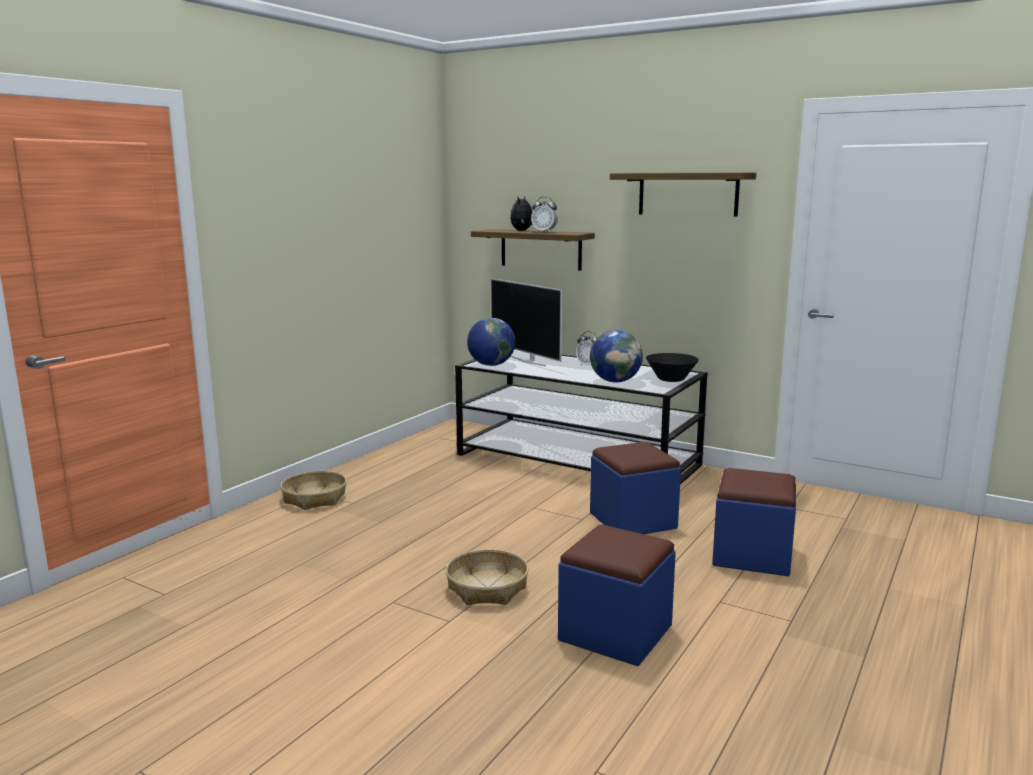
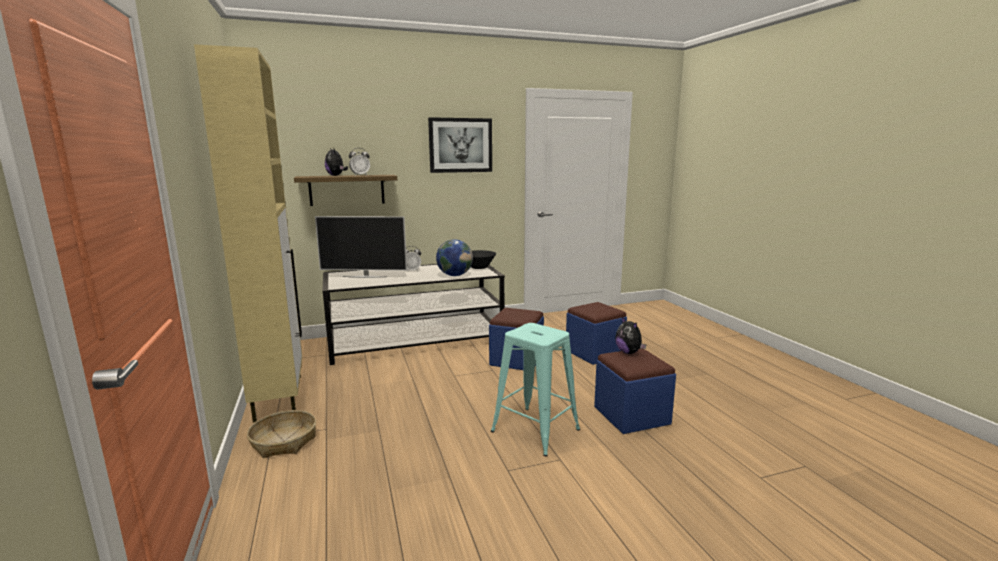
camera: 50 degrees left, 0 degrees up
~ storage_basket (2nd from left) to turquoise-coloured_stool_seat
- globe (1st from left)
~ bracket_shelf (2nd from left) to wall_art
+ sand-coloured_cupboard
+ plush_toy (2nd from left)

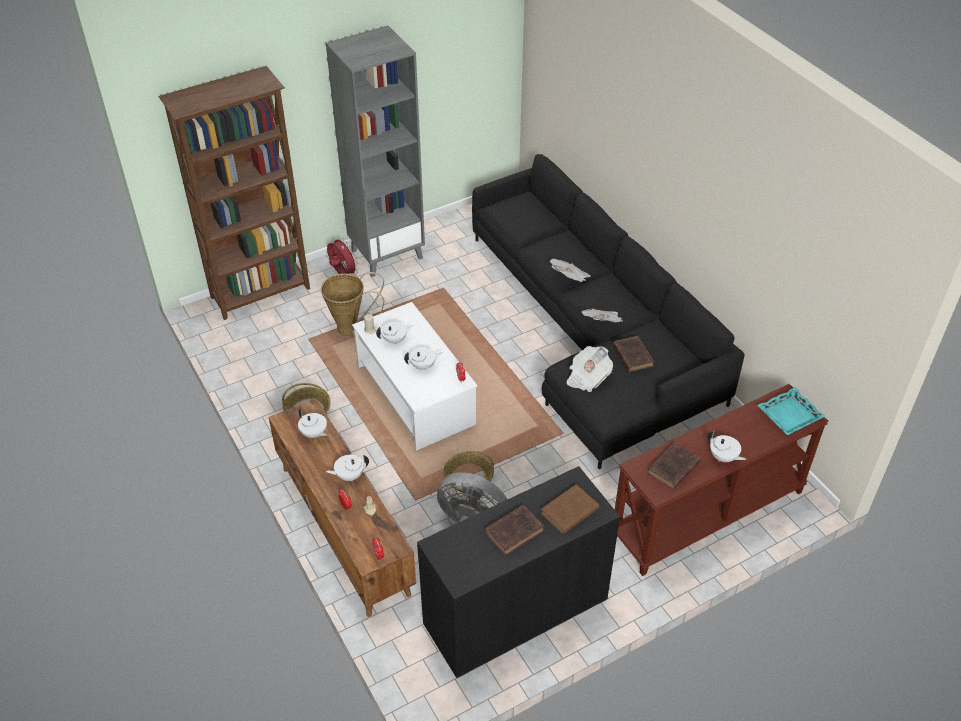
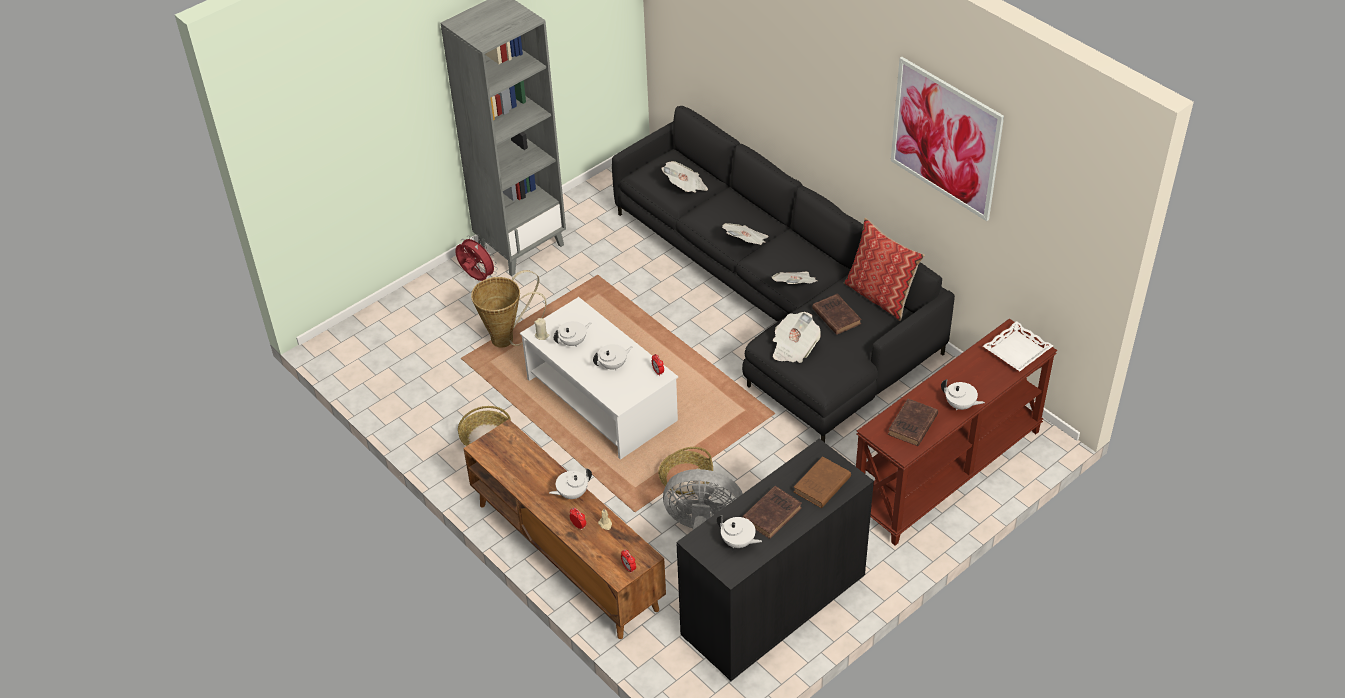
camera: 10 degrees left, 0 degrees up
- brownish_bookshelf
~ whitish_teapot (1st from left in the first image) to whitish_teapot (4th from left)
~ turquoise-coloured_tray to whitish_tray
+ newspaper (1st from left)
+ cushion
+ wall_art

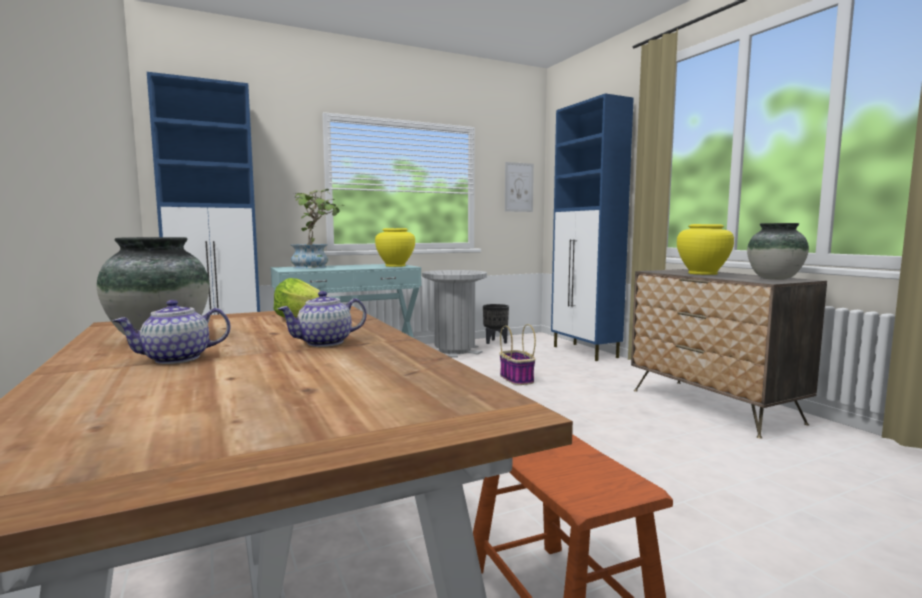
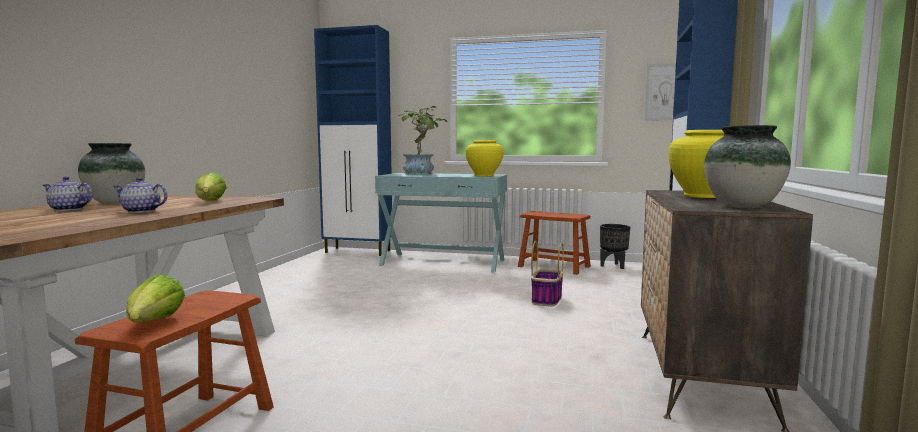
camera: 40 degrees right, 0 degrees up
~ gray_rubbish_bin to brownish_stool_seat (2nd from left)
+ lettuce_head (1st from left)

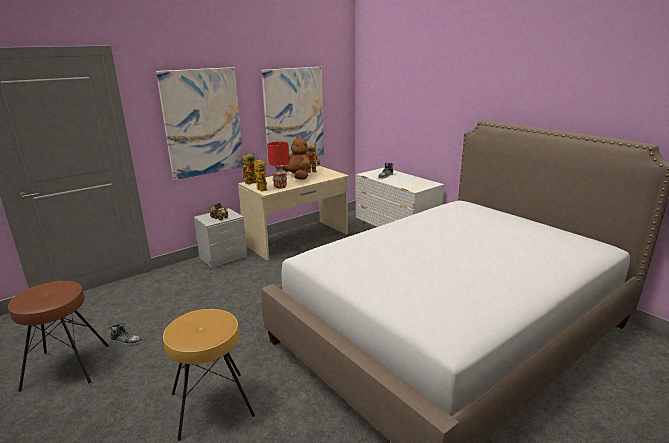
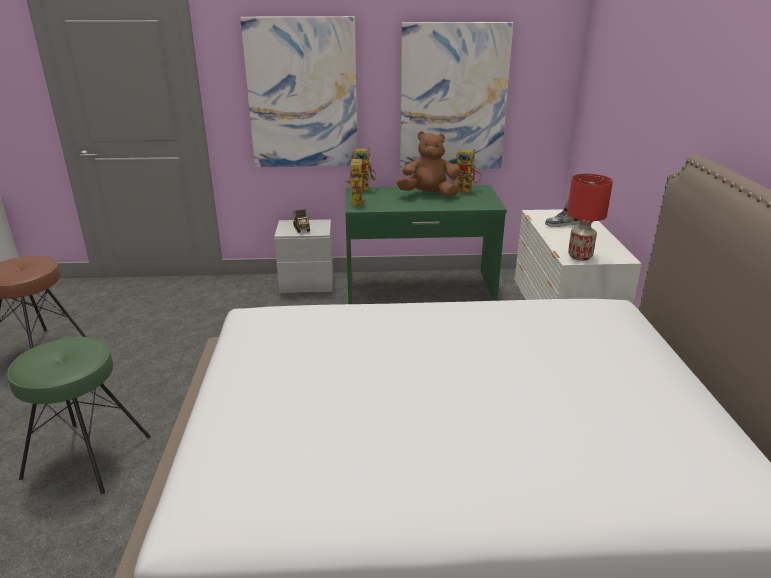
camera: 35 degrees right, 5 degrees up
- low_shoe (1st from left)
~ brownish_stool_seat (2nd from left) to greenish_stool_seat
~ sand-coloured_desk_table to greenish_desk_table
~ red-coloured_lamp_for_a_table
~ brownish_plush_toy 75 degrees counterclockwise

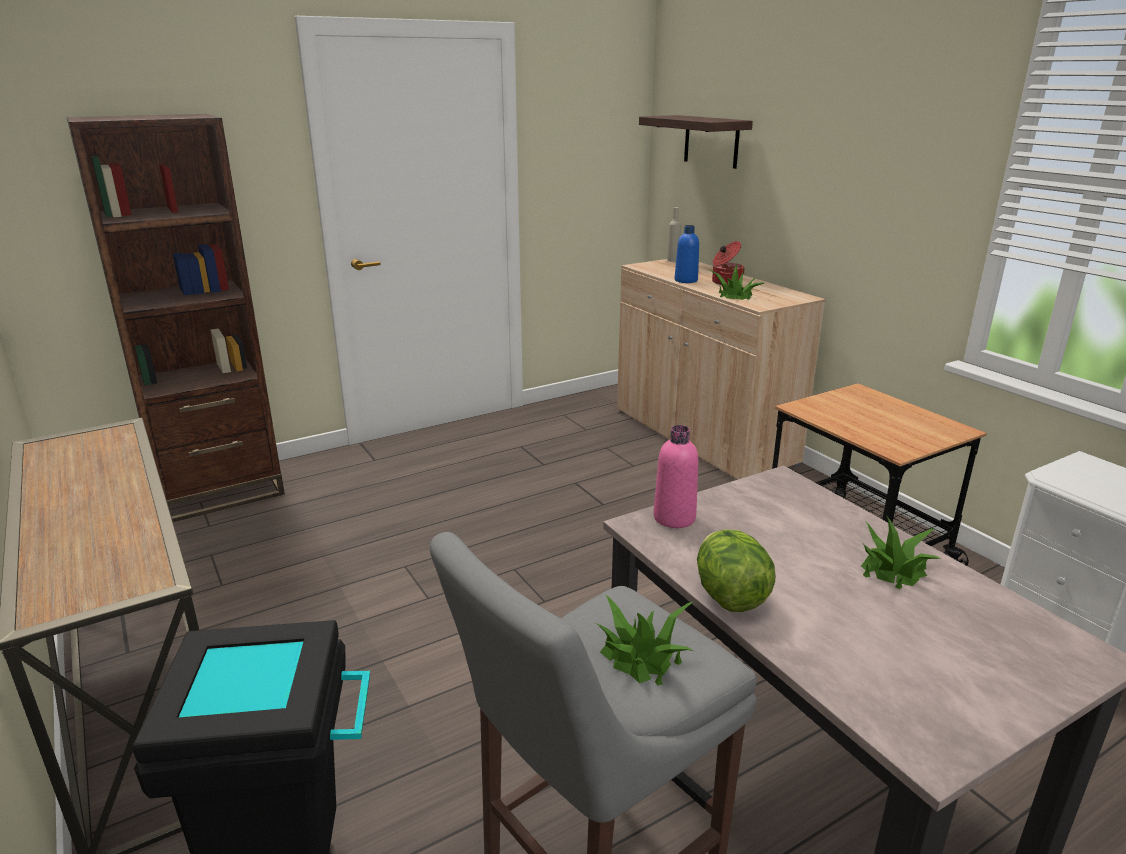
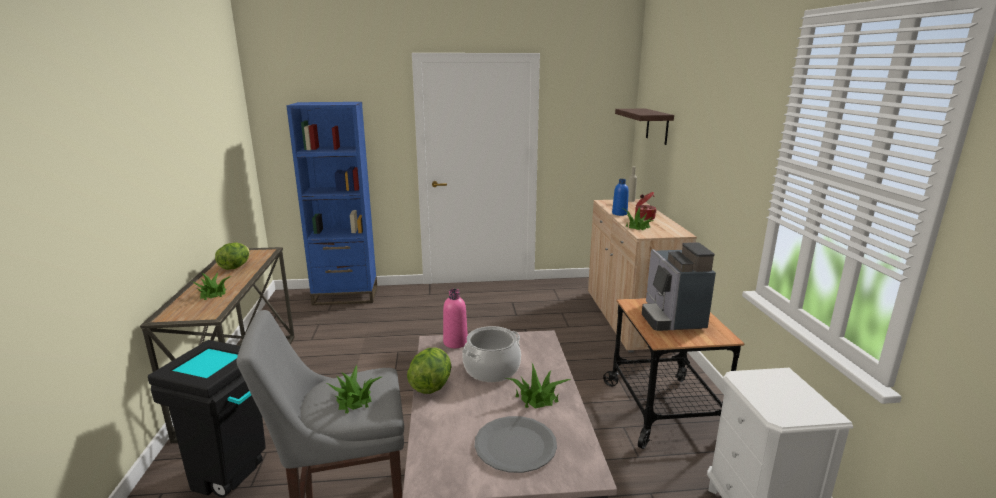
camera: 25 degrees right, 5 degrees down
~ brownish_bookshelf to blue_bookshelf
+ houseplant (1st from left)
+ lettuce_head (1st from left)
+ saucepot (1st from left)
+ gray_dinner_plate
+ coffee_brewer

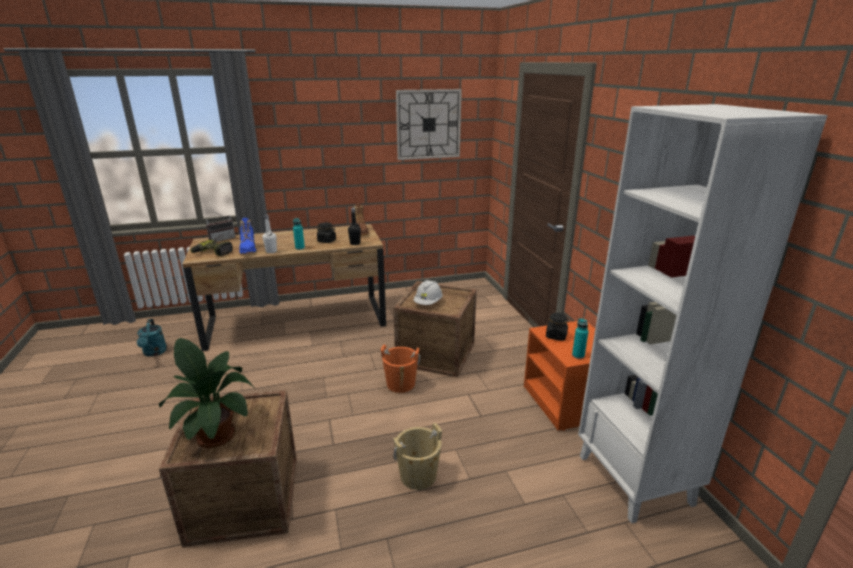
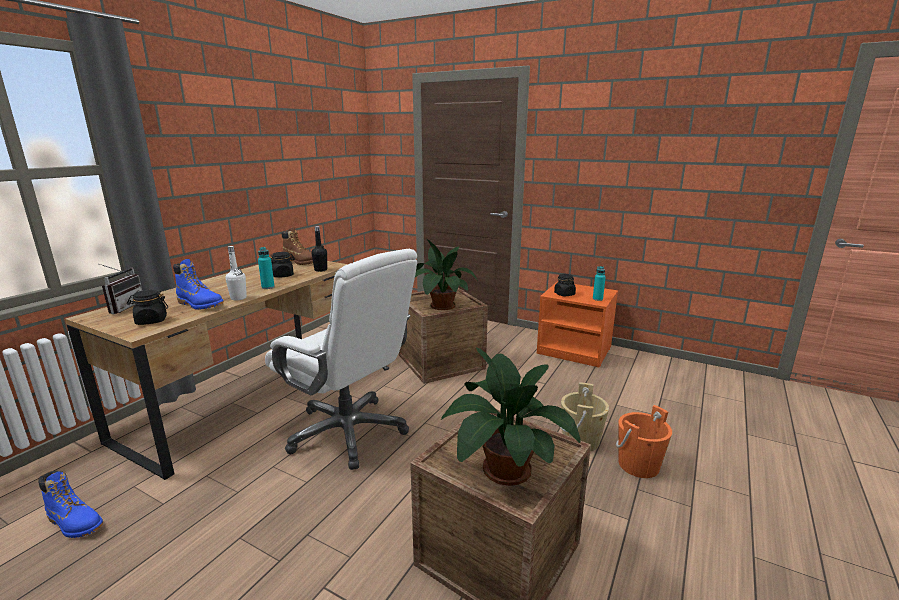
camera: 45 degrees left, 5 degrees down
~ turquoise-coloured_watering_can to blue_boot (1st from left)
~ electric_drill to black_jar (1st from left)
~ orangey_water_bucket
- hanging_clock
~ whitish_work_helmet to houseplant (1st from left)
- whitish_bookshelf
+ whitish_desk_chair

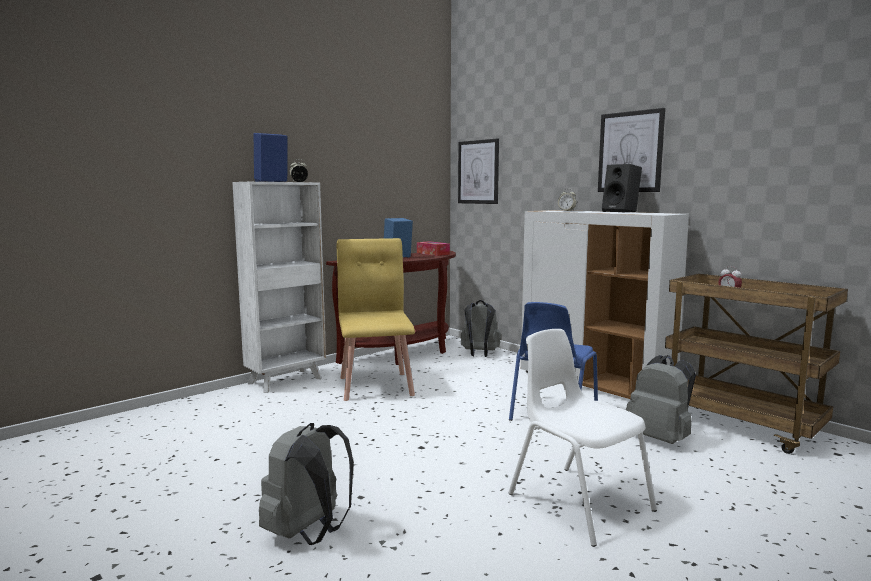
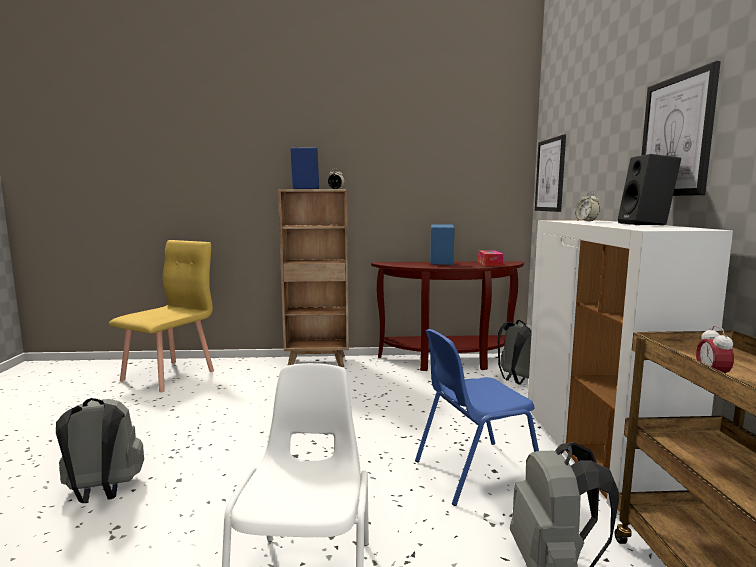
camera: 40 degrees right, 0 degrees up
~ whitish_bookshelf to brownish_bookshelf
~ yellowish_upright_chair

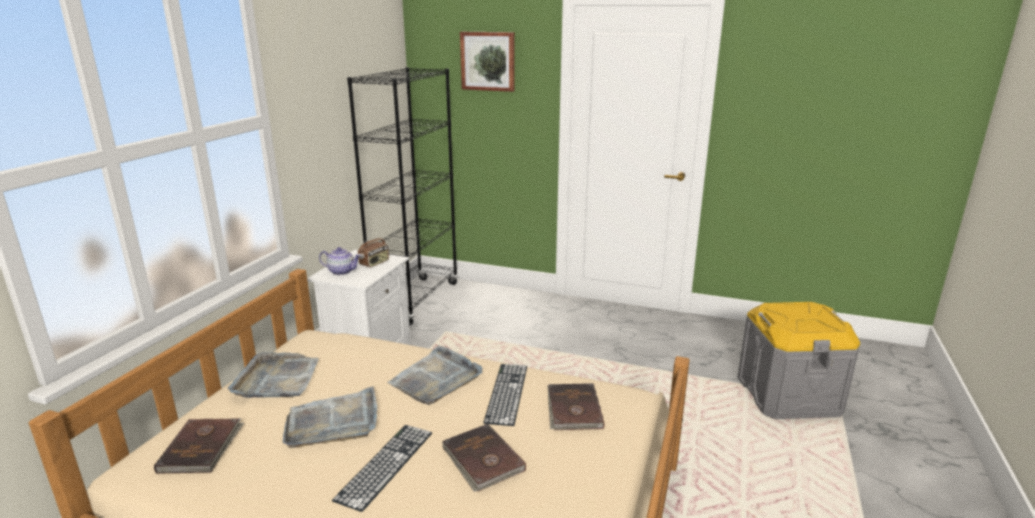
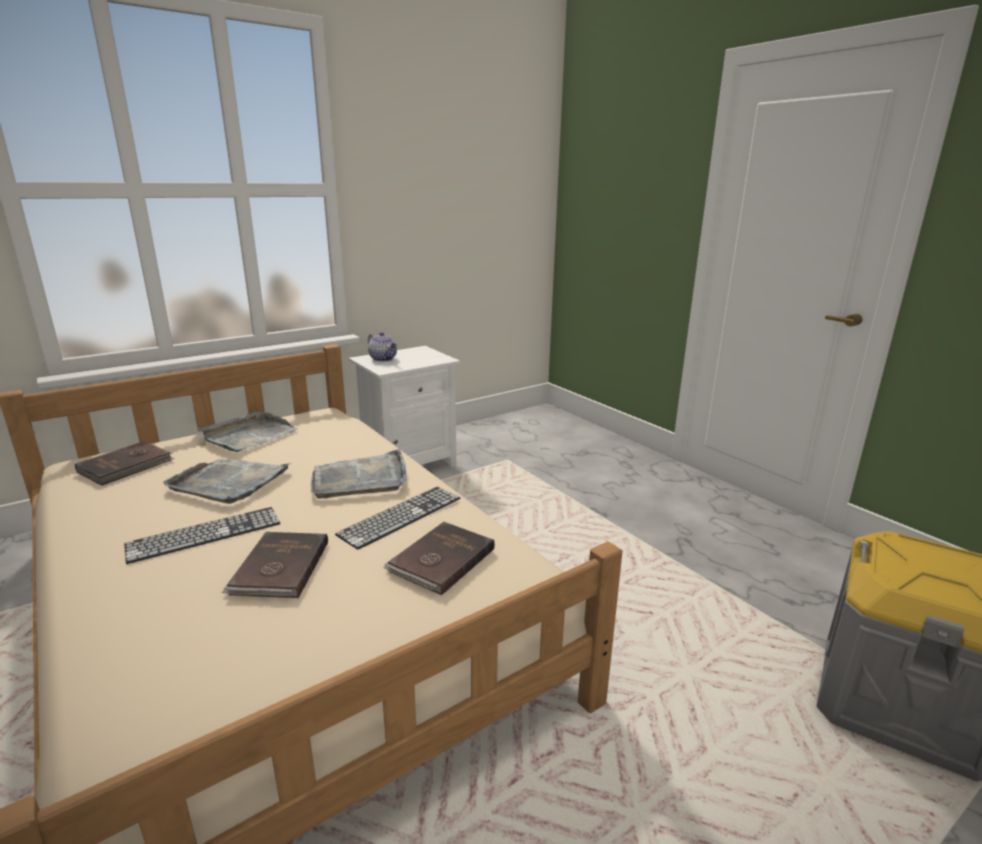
camera: 35 degrees right, 0 degrees up
- black_bookshelf
- radio_receiver
- wall_art

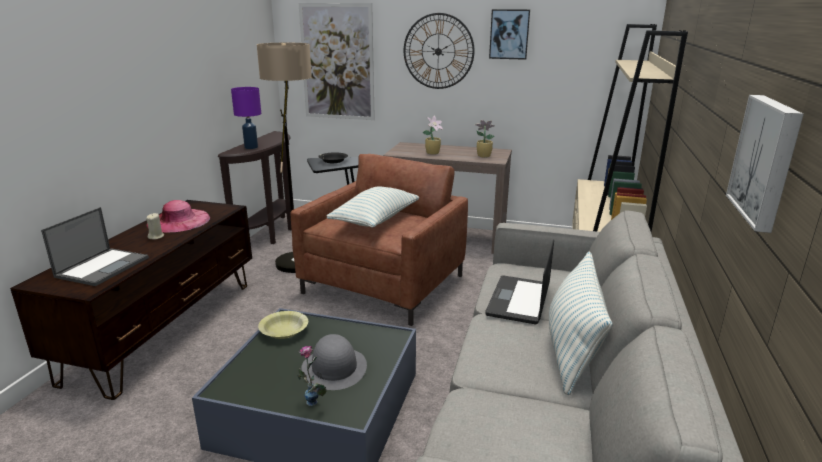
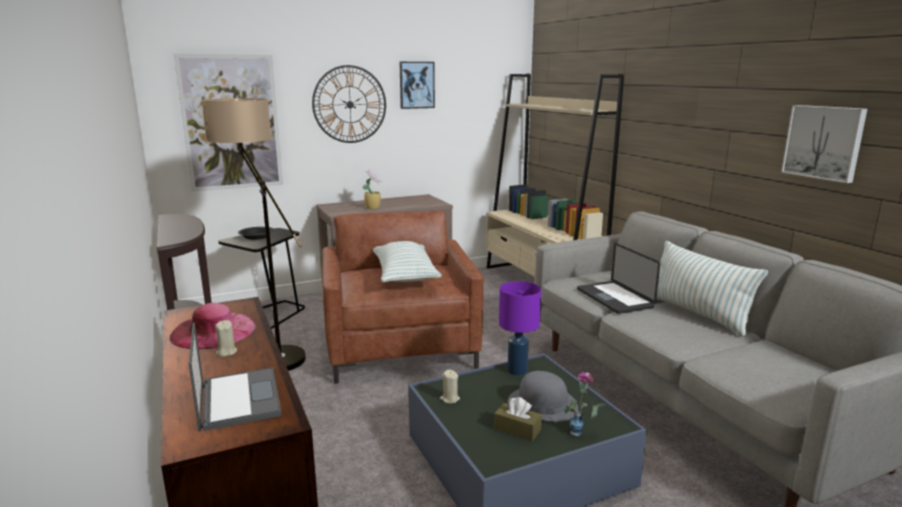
camera: 40 degrees left, 5 degrees down
~ purple_lamp_for_a_table
~ yellowish_serving_bowl to sand-coloured_wax_light (2nd from left)
- houseplant (2nd from left)
+ brownish_tissue_box

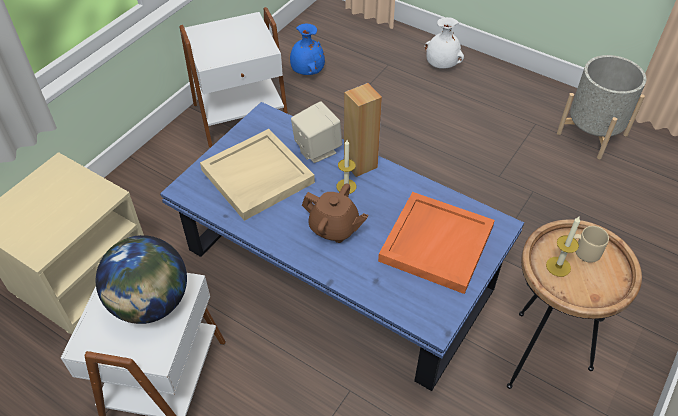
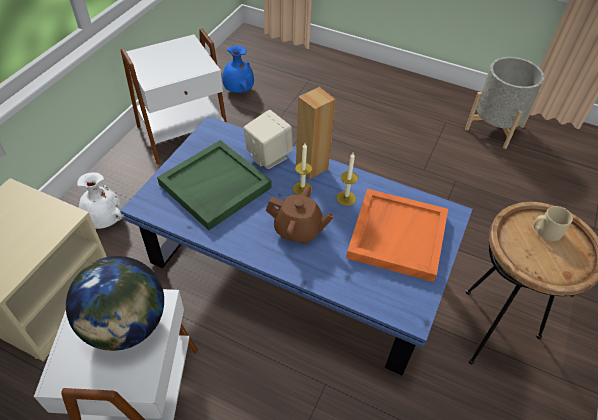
camera: 10 degrees left, 0 degrees up
~ sand-coloured_tray to greenish_tray
~ whitish_flower_vase
~ wax_light (2nd from left)

